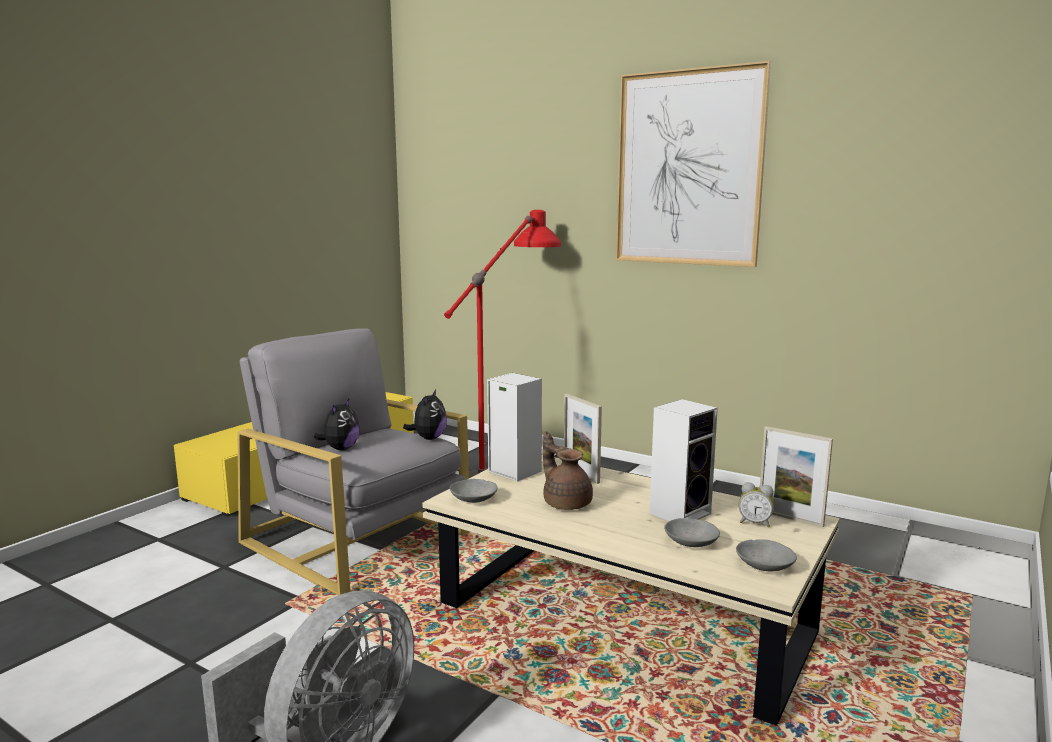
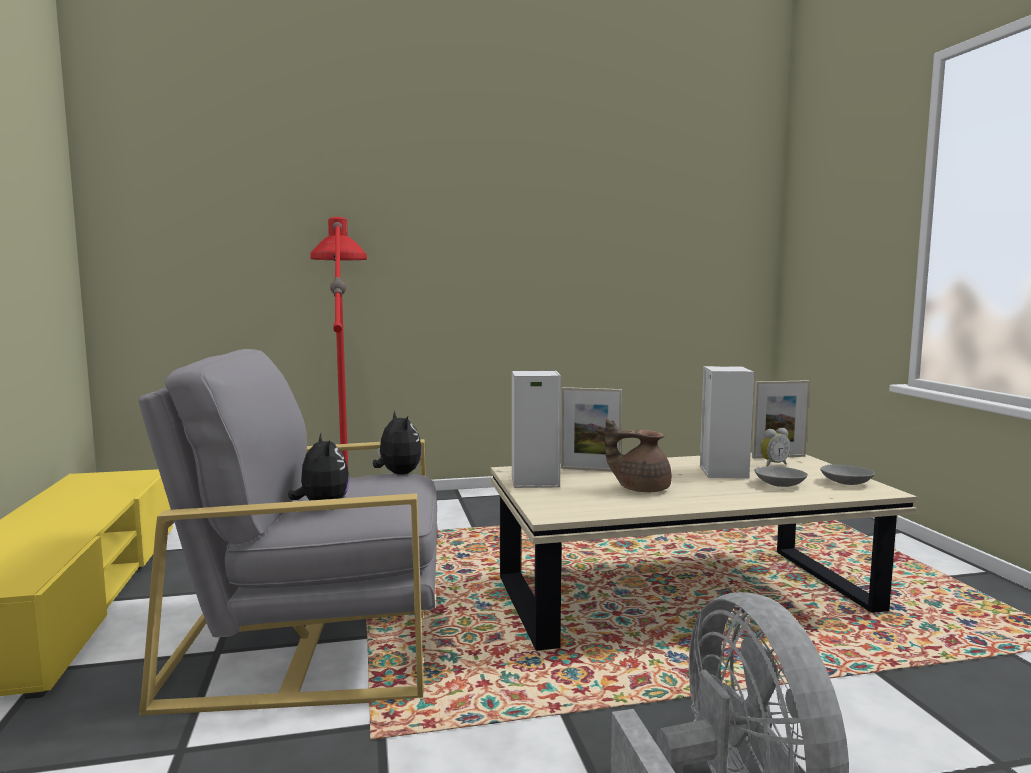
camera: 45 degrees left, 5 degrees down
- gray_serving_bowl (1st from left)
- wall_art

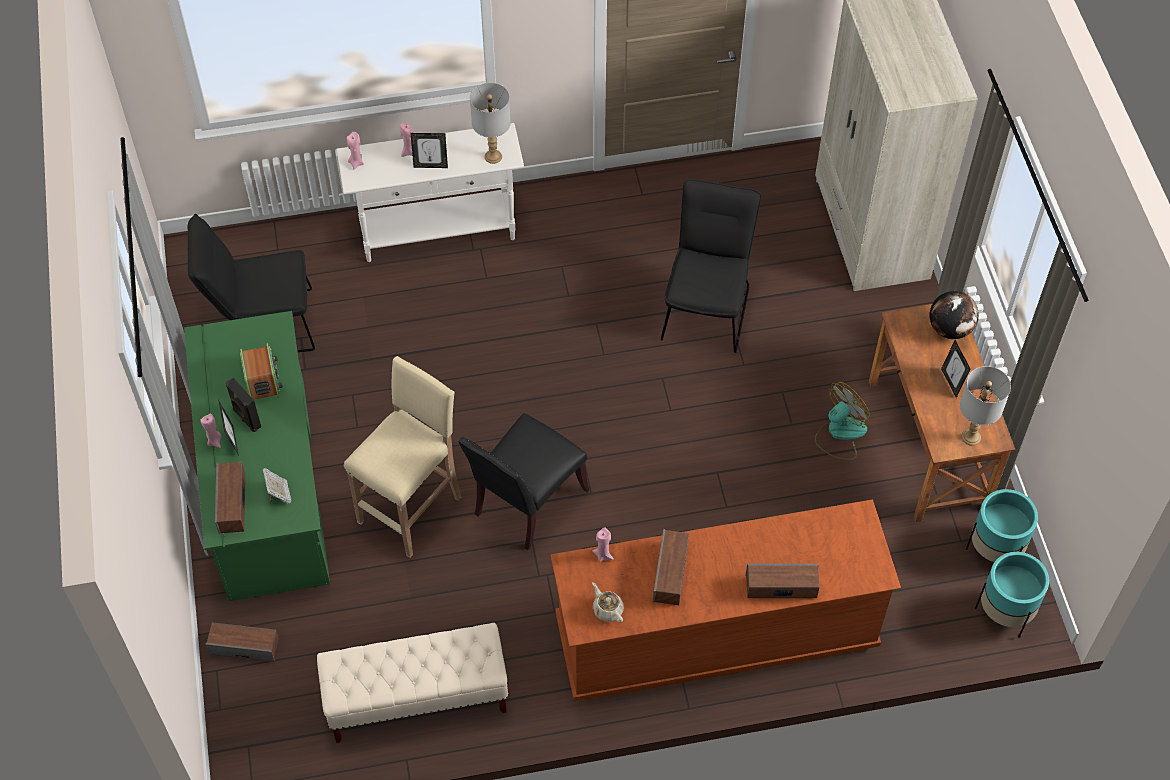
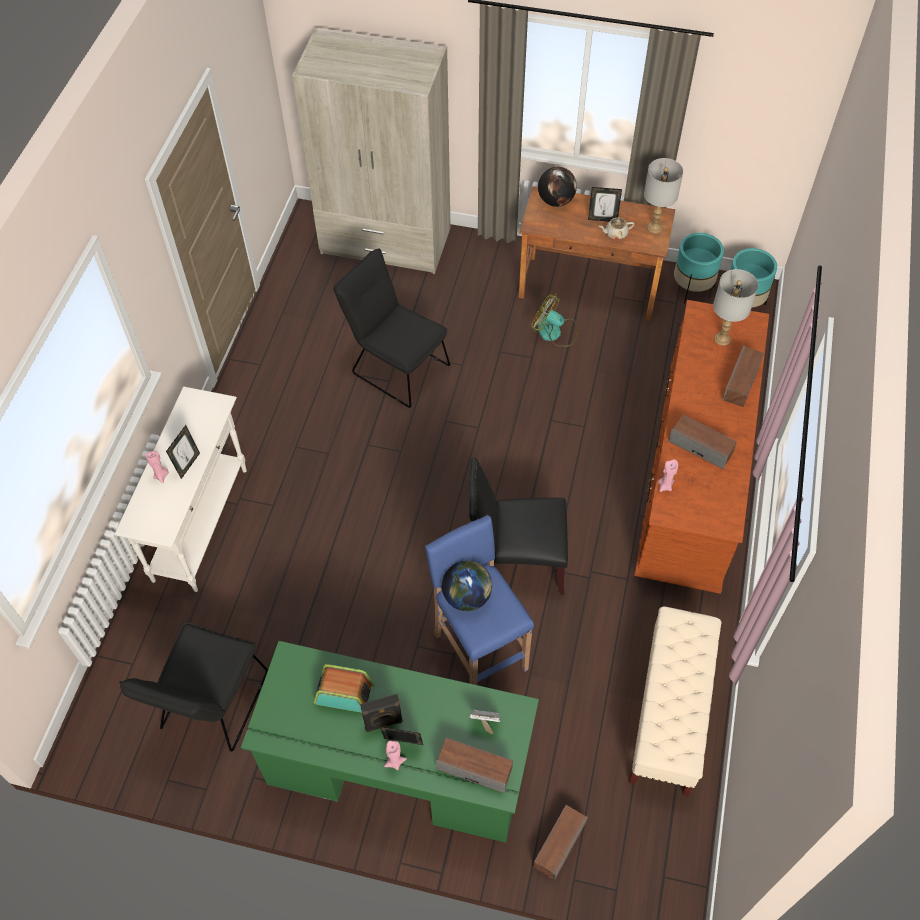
camera: 65 degrees left, 0 degrees up
~ sand-coloured_stool_seat to blue_stool_seat
- pink-coloured_wax_light (2nd from left)
~ black_upright_chair (2nd from left in the first image) 120 degrees clockwise
~ gray_lamp_for_a_table (1st from left in the first image) to gray_lamp_for_a_table (2nd from left)
~ sand-coloured_teapot
~ electric_fan 45 degrees counterclockwise
+ globe (1st from left)

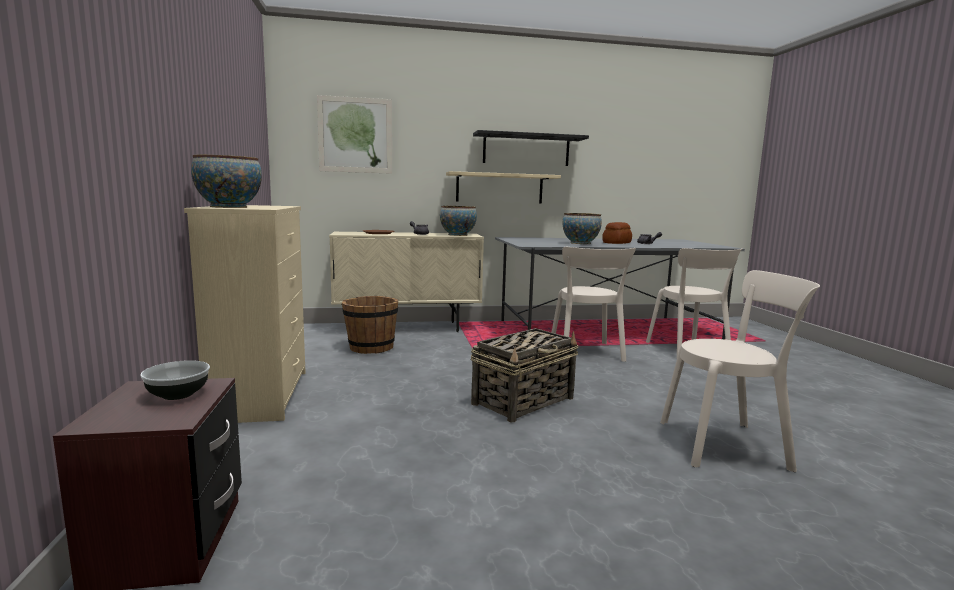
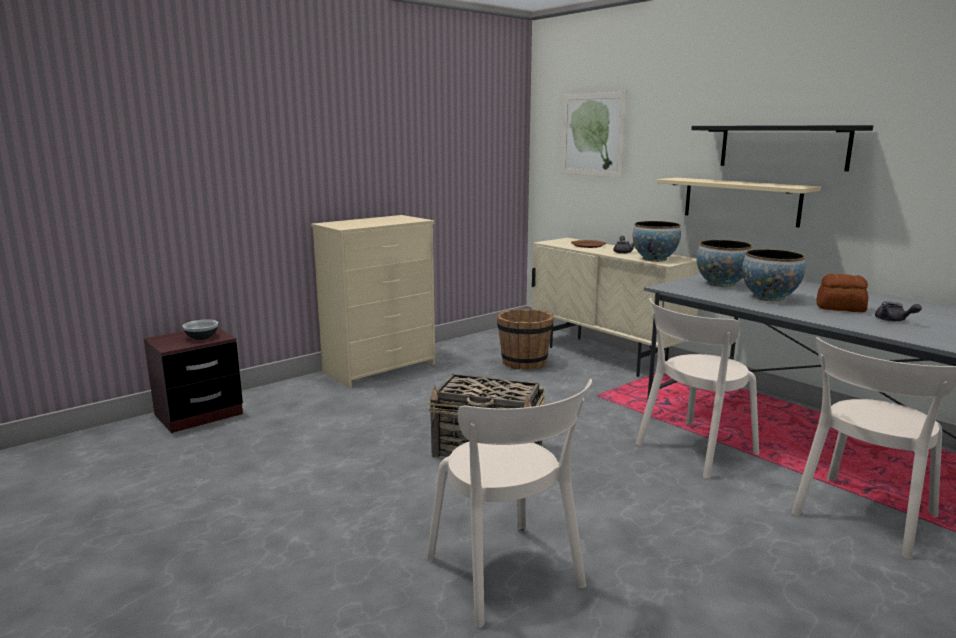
camera: 60 degrees right, 5 degrees up
~ serving_bowl (2nd from left in the first image) to serving_bowl (3rd from left)

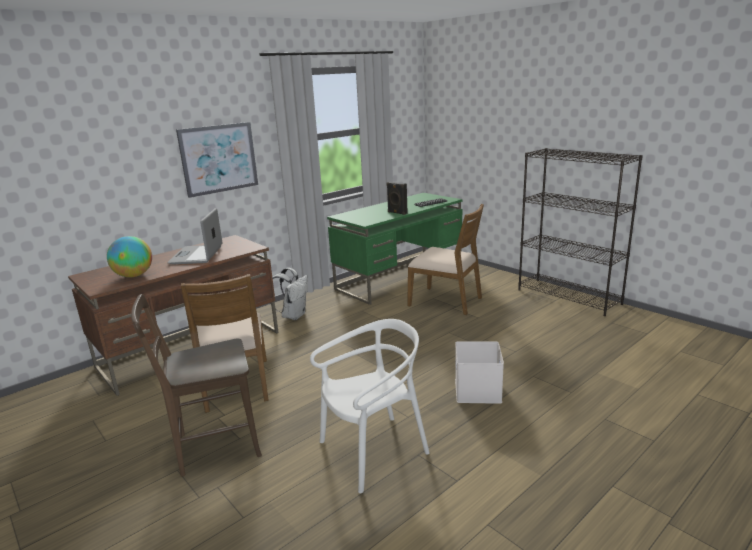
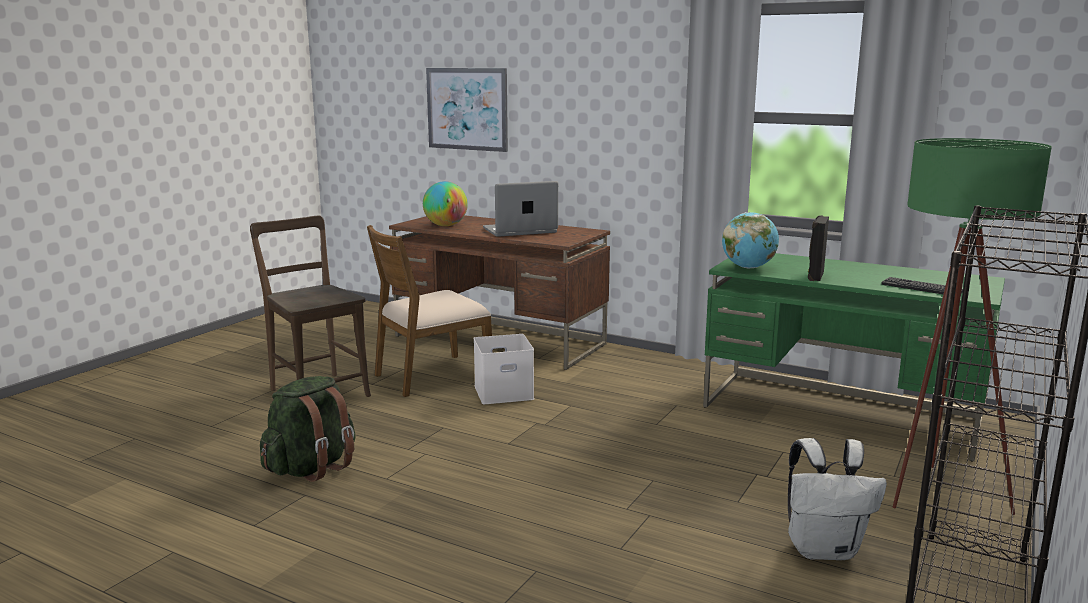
camera: 70 degrees right, 5 degrees down
~ wall_art
~ whitish_backpack
~ whitish_upright_chair to greenish_backpack
- brownish_upright_chair (3rd from left)
~ whitish_storage_box
+ globe (2nd from left)
+ greenish_standard_lamp

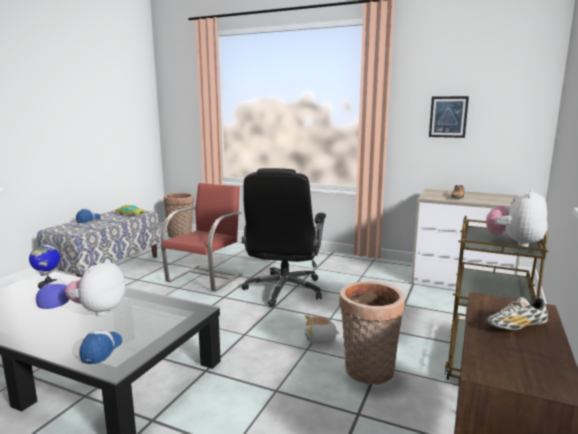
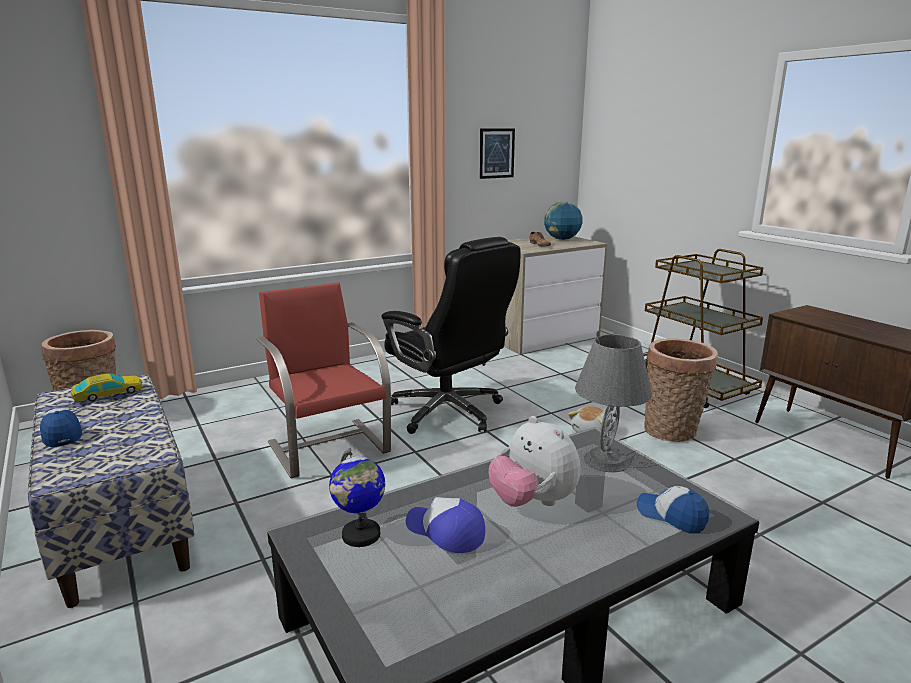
camera: 55 degrees left, 5 degrees up
- low_shoe (2nd from left)
- plush_toy (3rd from left)
+ globe (2nd from left)
+ gray_lamp_for_a_table

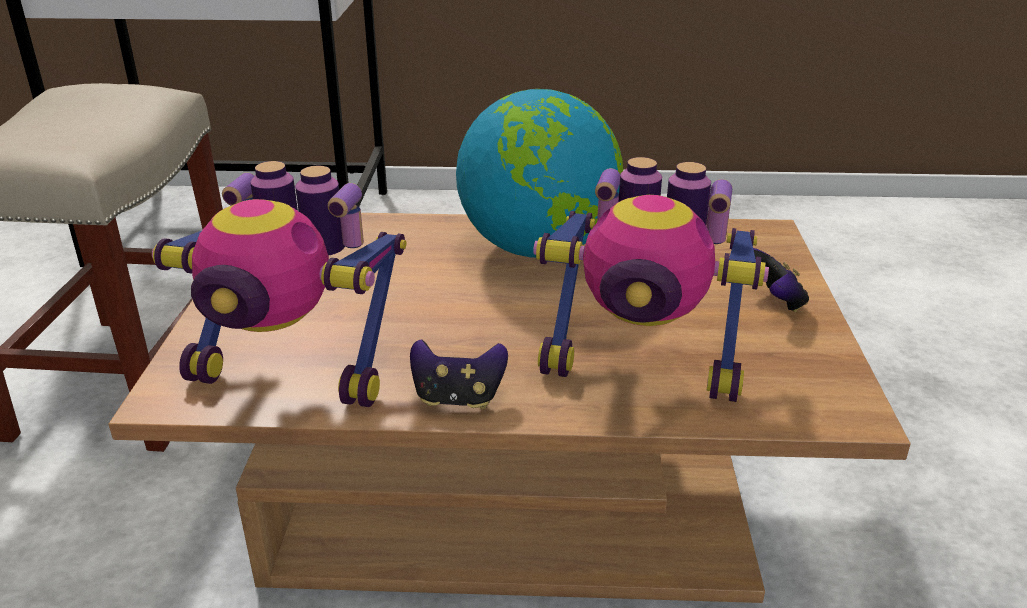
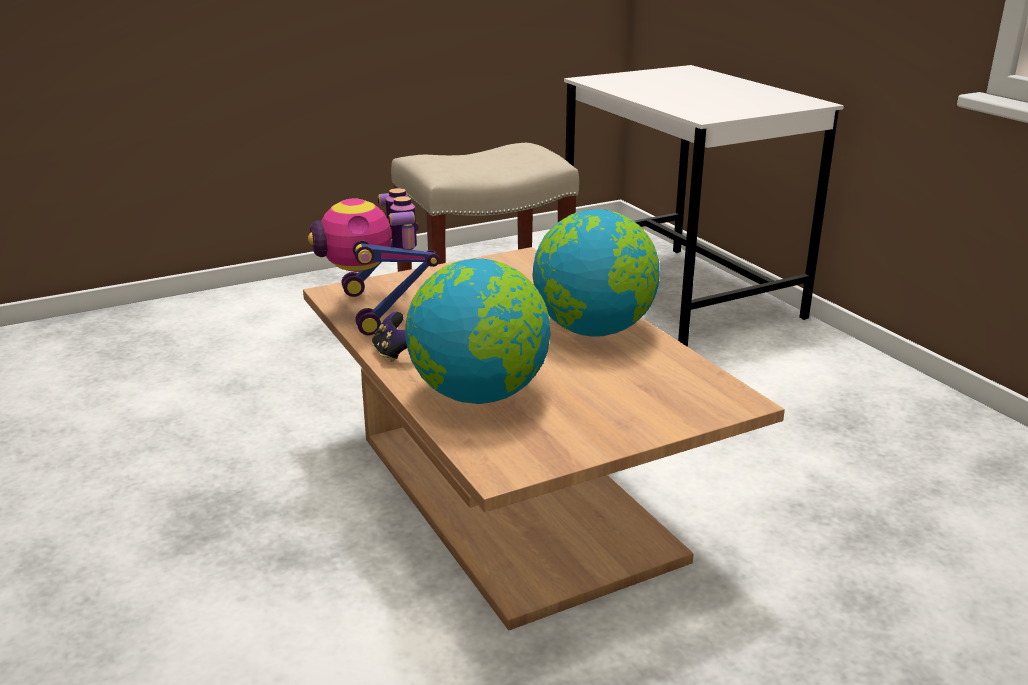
camera: 60 degrees right, 5 degrees down
~ model_robot (2nd from left) to globe (1st from left)
- game_controller (2nd from left)

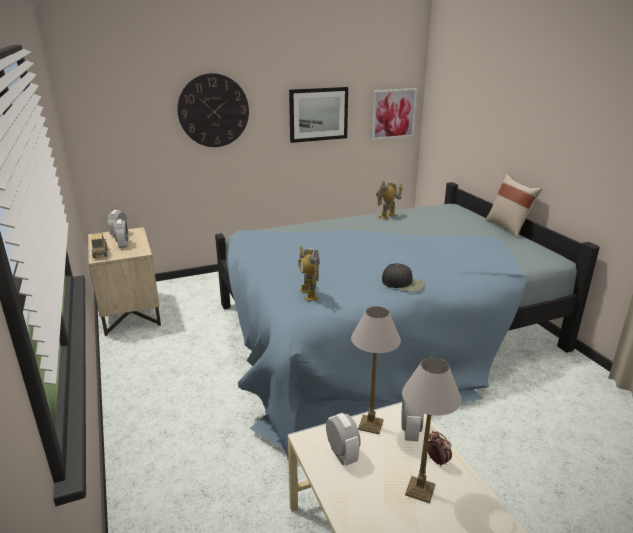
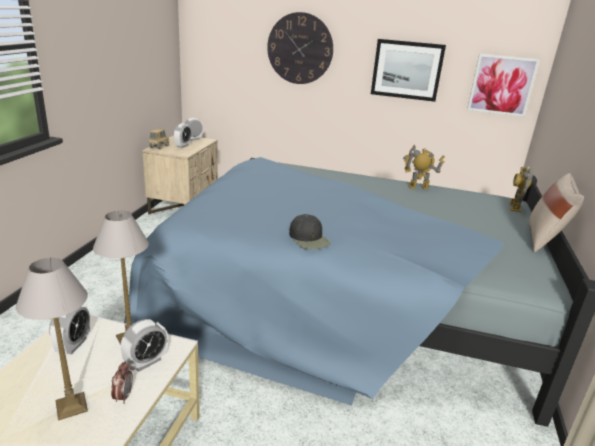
camera: 35 degrees right, 0 degrees up
~ model_robot (1st from left in the first image) to model_robot (2nd from left)

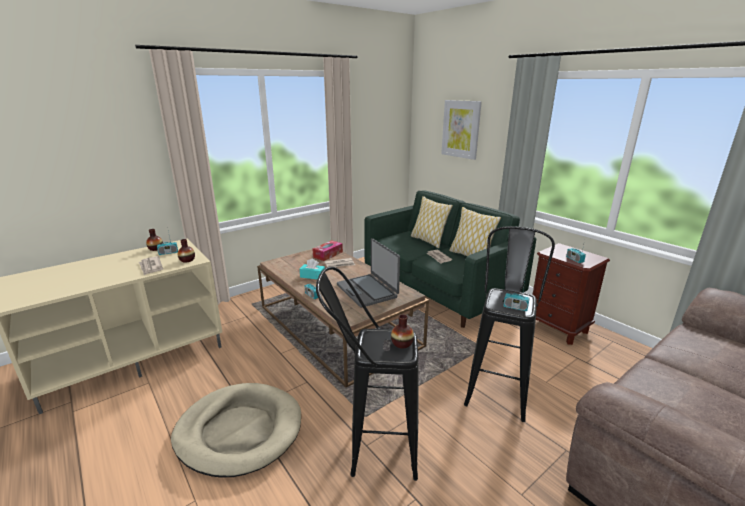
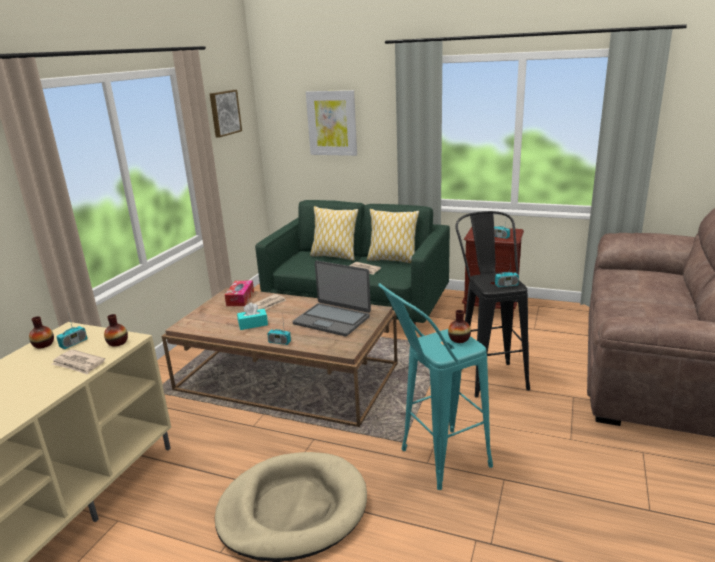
camera: 30 degrees left, 0 degrees up
~ black_stool_seat (1st from left) to turquoise-coloured_stool_seat
+ wall_art (1st from left)

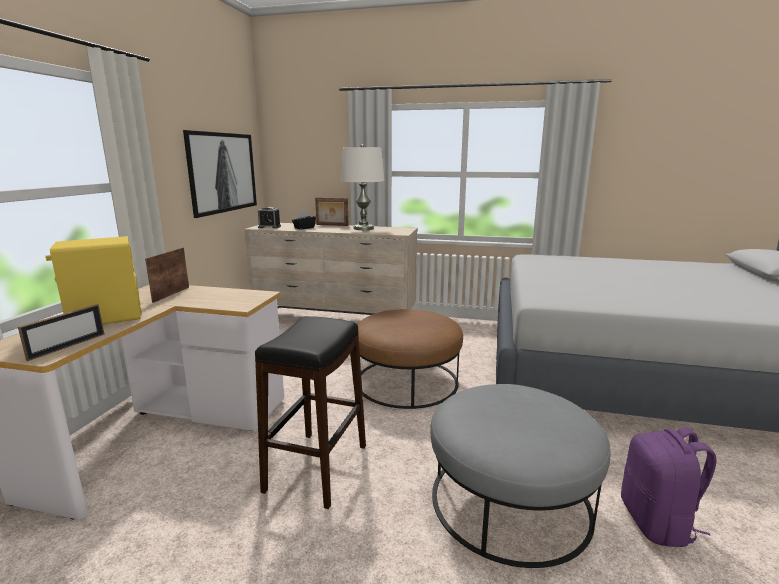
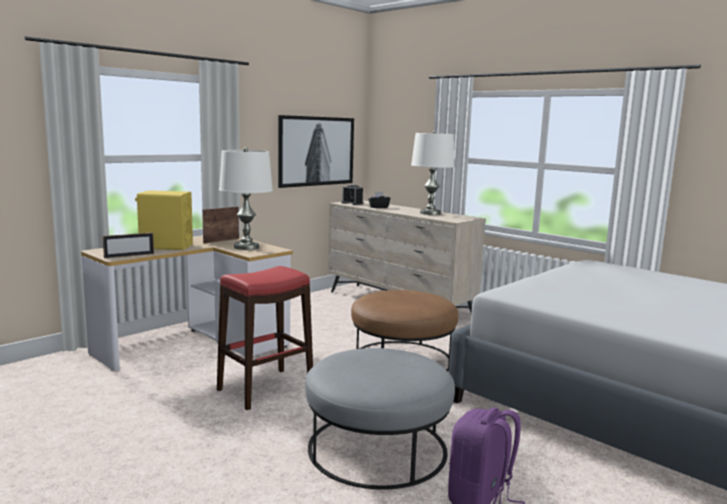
camera: 30 degrees right, 5 degrees down
~ black_stool_seat to red-coloured_stool_seat
- picture_frame (3rd from left)
+ whitish_lamp_for_a_table (1st from left)

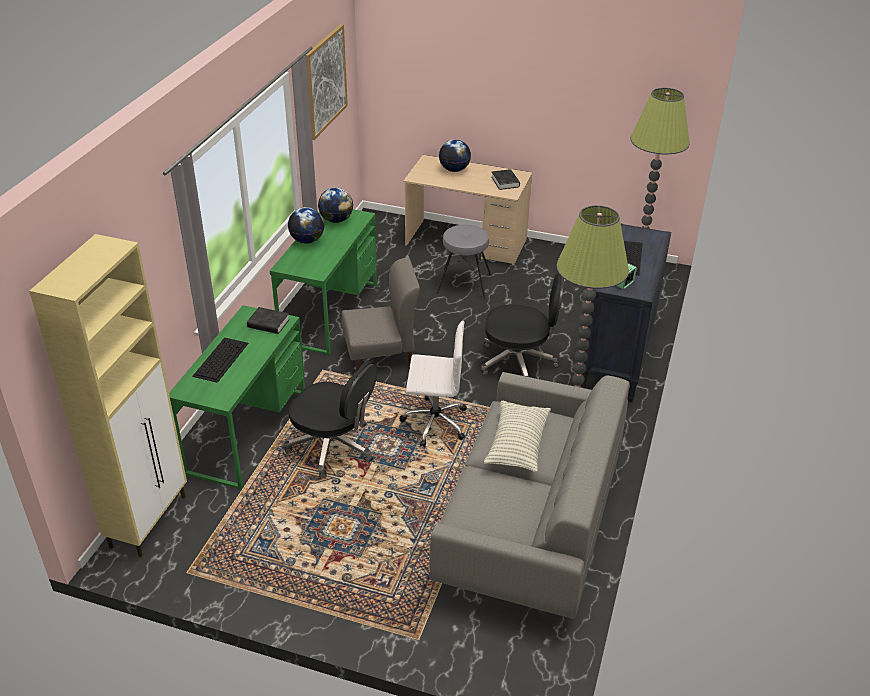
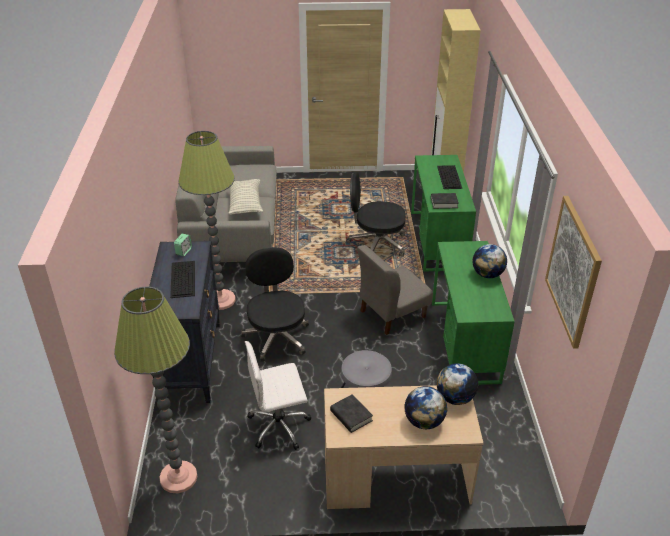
camera: 160 degrees right, 0 degrees up
~ globe (2nd from left)
~ whitish_desk_chair
~ black_desk_chair (2nd from left in the first image) 90 degrees clockwise

